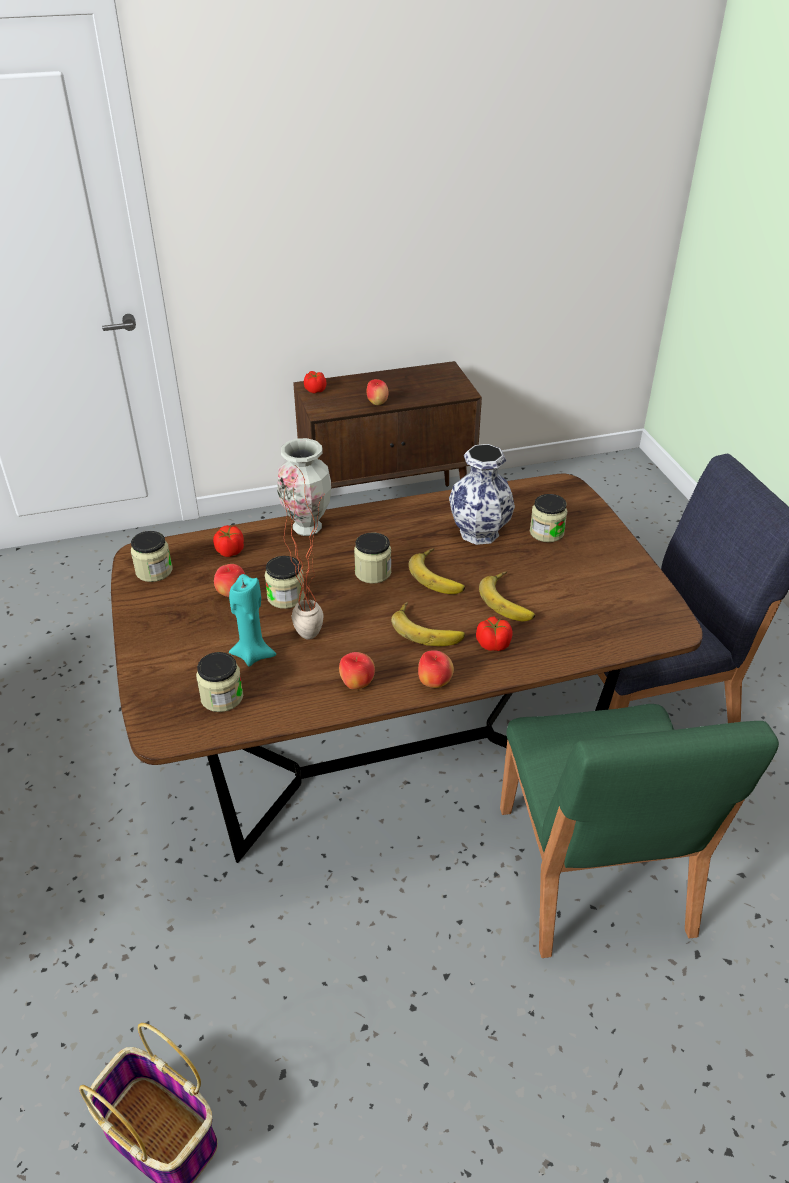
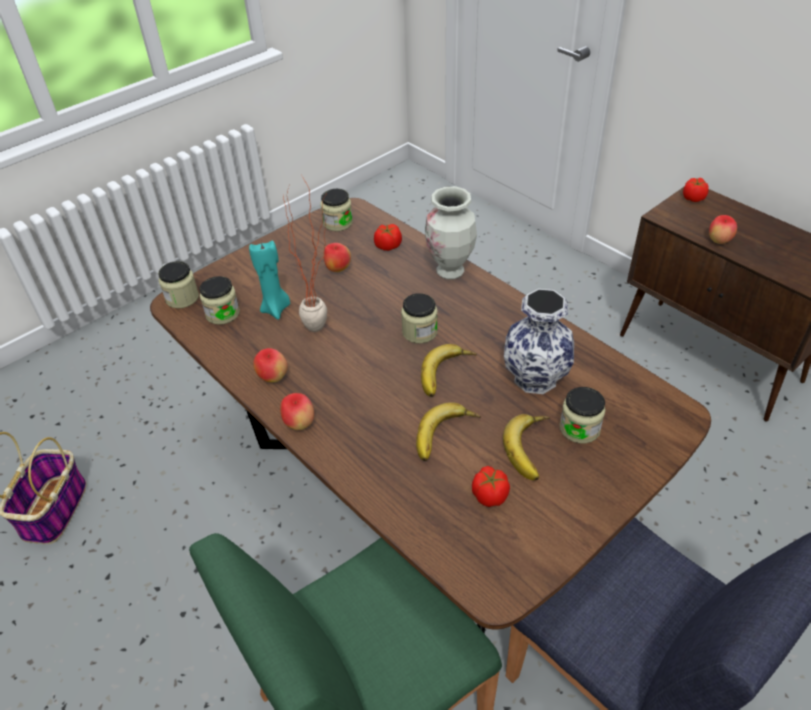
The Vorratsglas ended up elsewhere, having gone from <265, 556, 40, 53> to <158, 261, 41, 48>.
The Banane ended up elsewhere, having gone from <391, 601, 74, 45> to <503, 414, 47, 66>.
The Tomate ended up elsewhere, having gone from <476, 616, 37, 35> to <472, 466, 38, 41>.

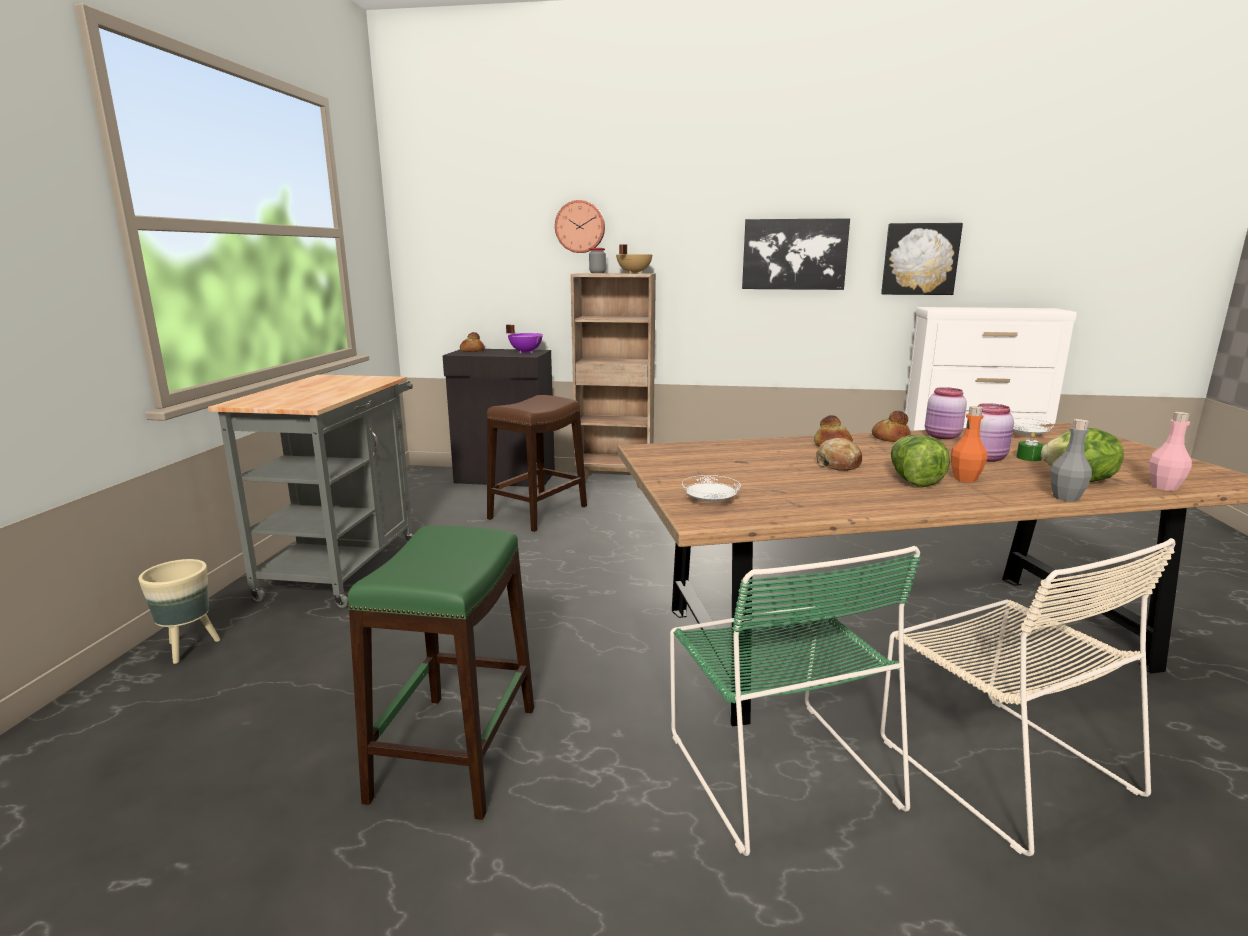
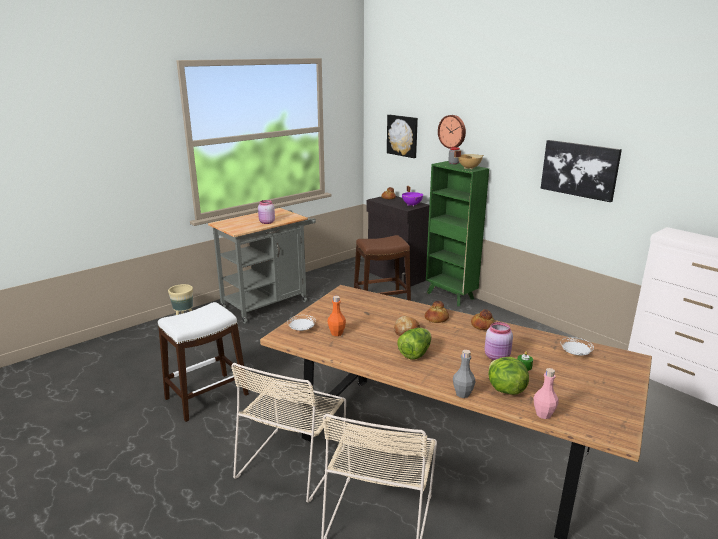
The Bild ended up elsewhere, having gone from <881, 223, 82, 72> to <387, 115, 31, 43>.
The Vorratsglas (rosa) ended up elsewhere, having gone from <925, 387, 42, 52> to <258, 200, 17, 24>.
The Flasche (orange) ended up elsewhere, having gone from <951, 406, 36, 76> to <327, 296, 19, 40>.
What was the Hocker (grün) at <348, 526, 186, 294> turned into the Hocker (weiß) at <158, 302, 91, 120>.
What was the Bücherregal (braun) at <570, 273, 86, 216> turned into the Bücherregal (grün) at <426, 161, 63, 145>.
What was the Stuhl (grün) at <670, 546, 251, 310> turned into the Stuhl (beige) at <231, 363, 115, 140>.

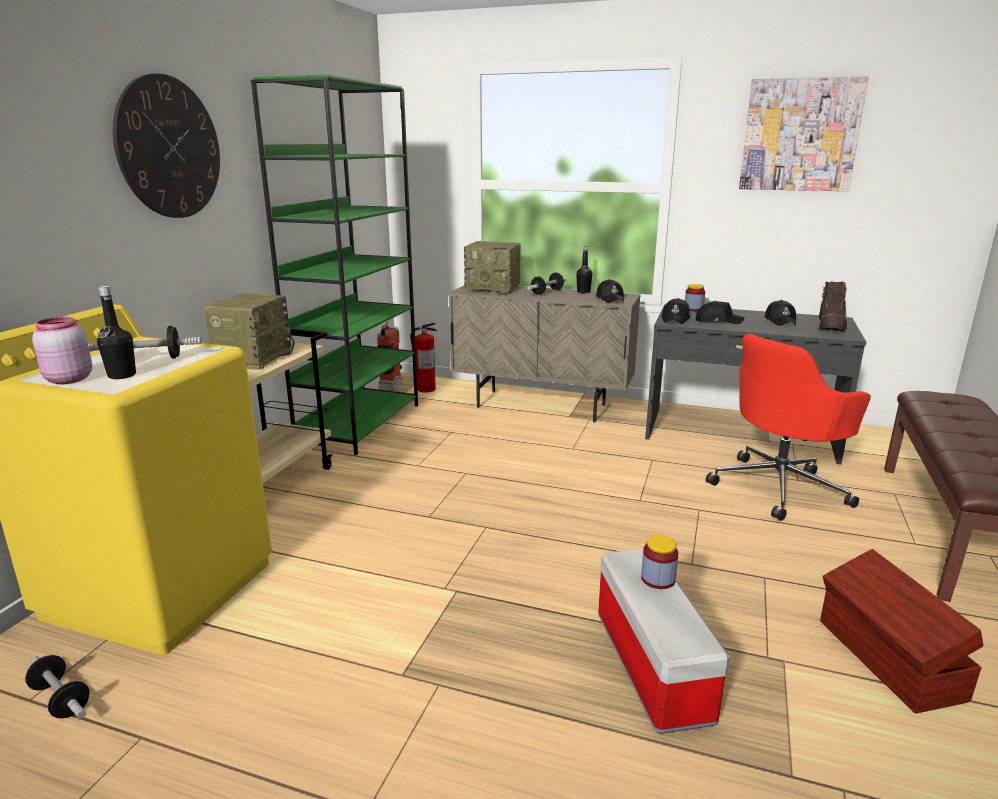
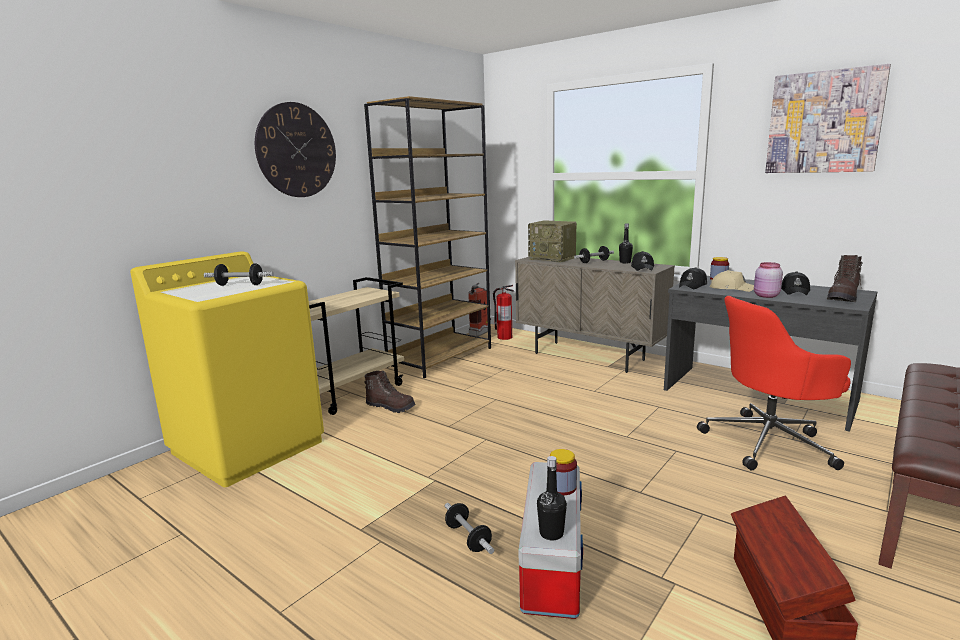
The second view lost the Radio at <204, 293, 90, 77>.
The second view gained the Stiefel (braun) at <365, 371, 50, 42>.
The Hantel ended up elsewhere, having gone from <25, 655, 64, 64> to <445, 503, 49, 51>.
The Vorratsglas (rosa) ended up elsewhere, having gone from <32, 317, 60, 67> to <754, 262, 29, 36>.
The Flasche (schwarz) ended up elsewhere, having gone from <97, 286, 39, 93> to <537, 456, 30, 84>.
What was the Bücherregal (grün) at <251, 75, 167, 380> turned into the Bücherregal (braun) at <364, 96, 127, 282>.
What was the Kappe (schwarz) at <696, 301, 49, 23> turned into the Kappe (beige) at <710, 270, 44, 22>.

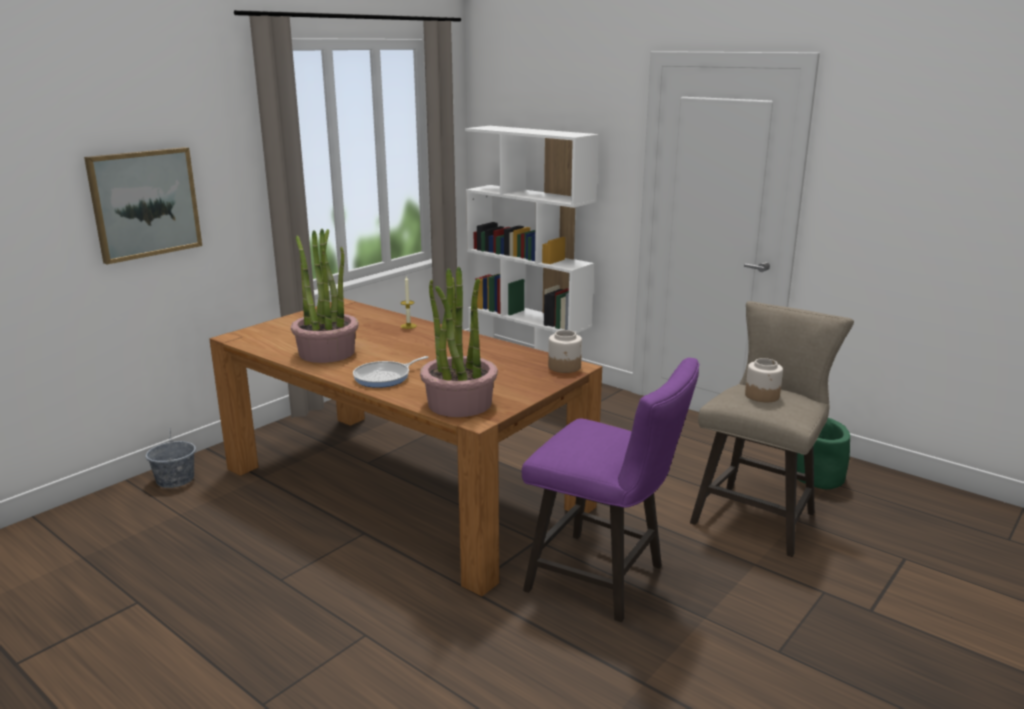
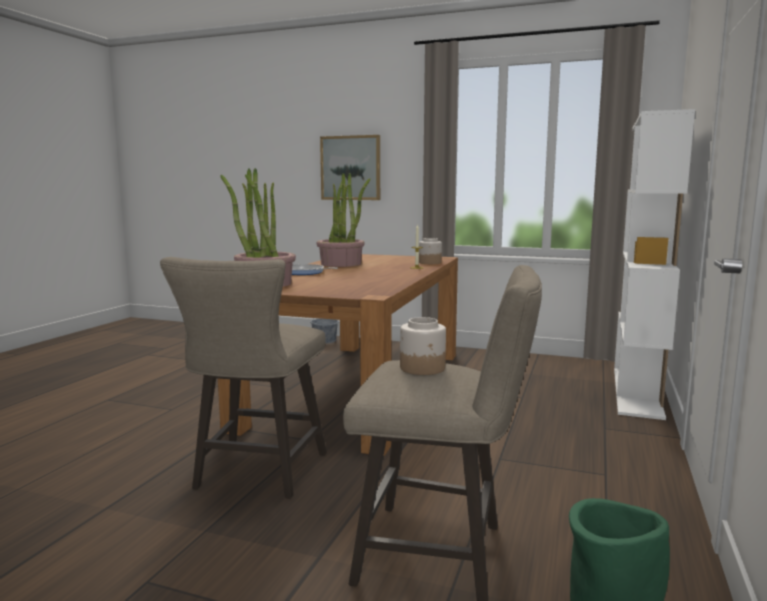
The Vorratsglas ended up elsewhere, having gone from <548, 330, 34, 43> to <419, 238, 23, 26>.
What was the Hocker (lila) at <522, 358, 177, 264> turned into the Hocker (beige) at <160, 257, 167, 242>.

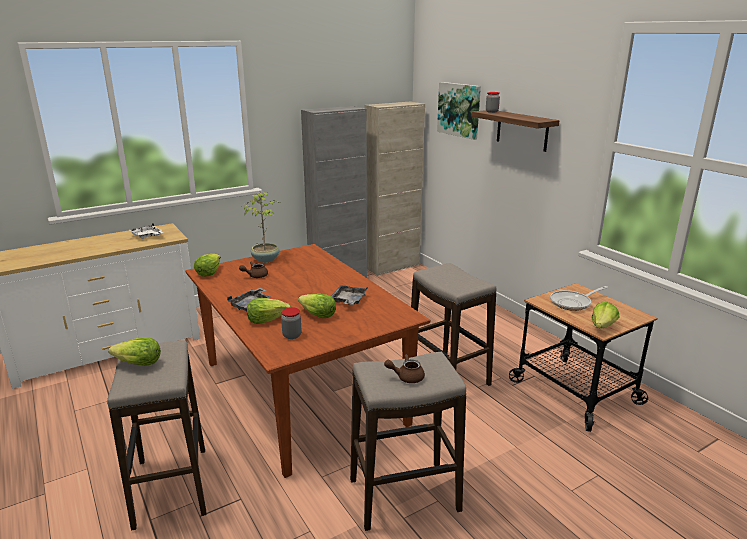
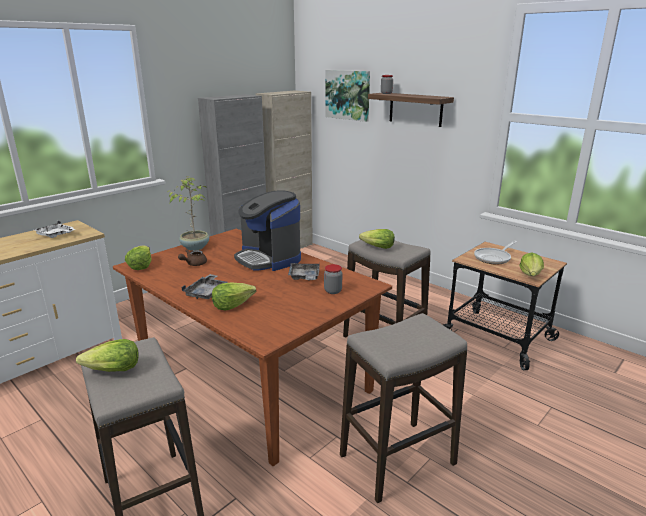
The second view lost the Teekanne (braun) at <384, 354, 41, 29>.
The second view gained the Kaffeemaschine at <234, 190, 67, 81>.
The Vorratsglas ended up elsewhere, having gone from <281, 307, 21, 32> to <324, 264, 18, 30>.
The Salatkopf ended up elsewhere, having gone from <298, 294, 38, 24> to <359, 229, 36, 20>.

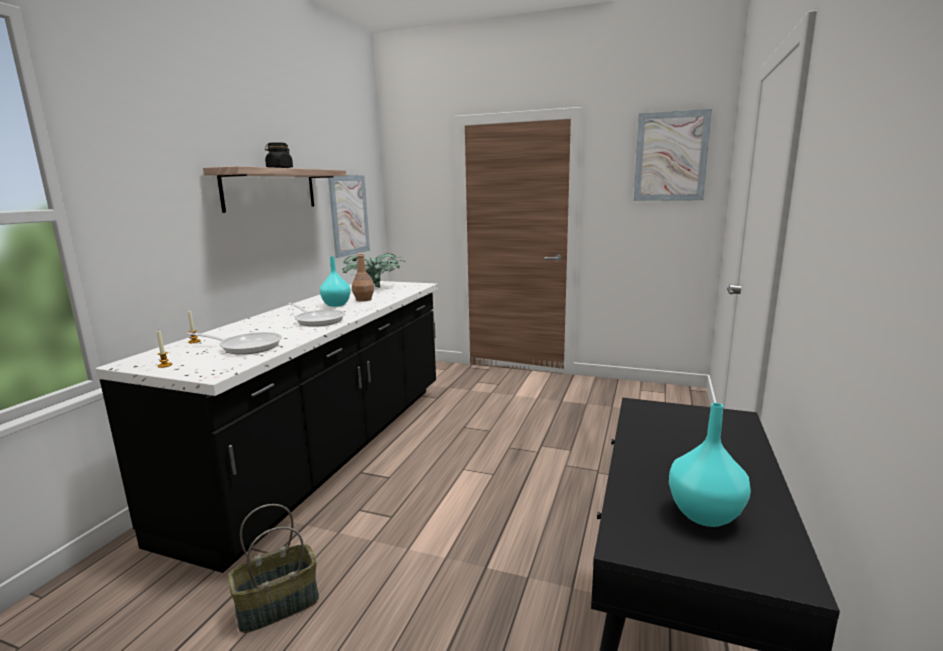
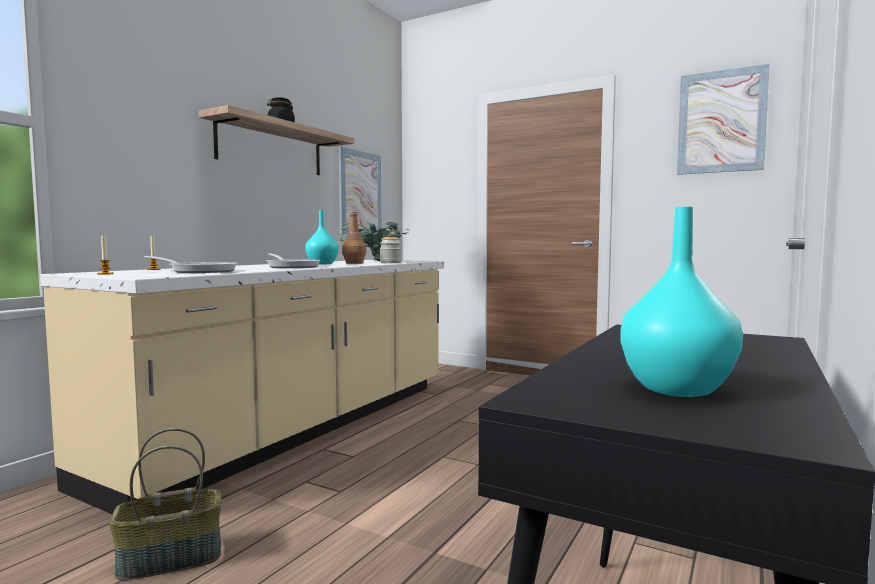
The second view gained the Vorratsglas at <380, 233, 22, 30>.
What was the Küchenzeile (schwarz) at <95, 281, 343, 292> turned into the Küchenzeile (beige) at <40, 260, 404, 255>.

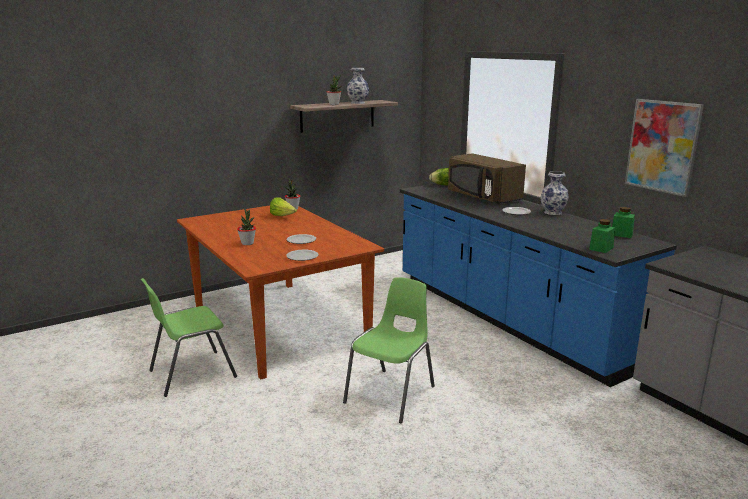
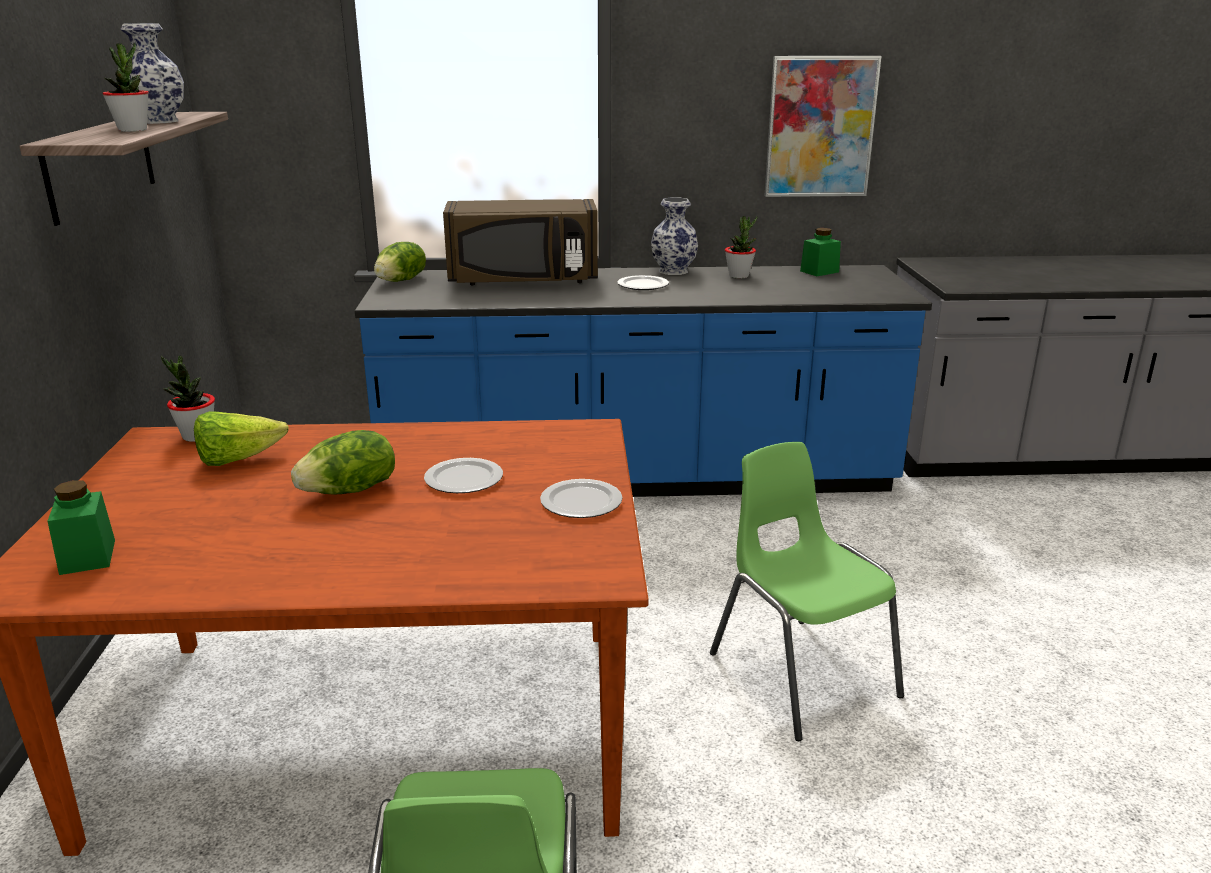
The second view gained the Salatkopf at <291, 430, 104, 65>.
The Topfpflanze ended up elsewhere, having gone from <237, 209, 19, 36> to <725, 216, 32, 62>.
The Vorratsglas (grün) ended up elsewhere, having gone from <589, 219, 26, 34> to <48, 480, 67, 95>.

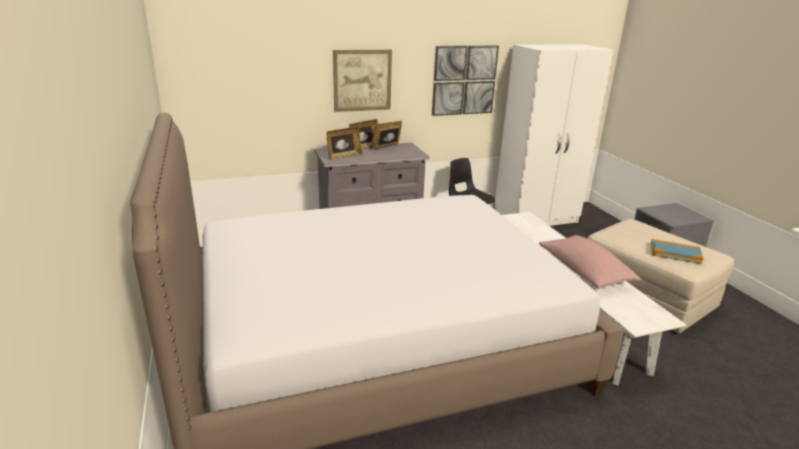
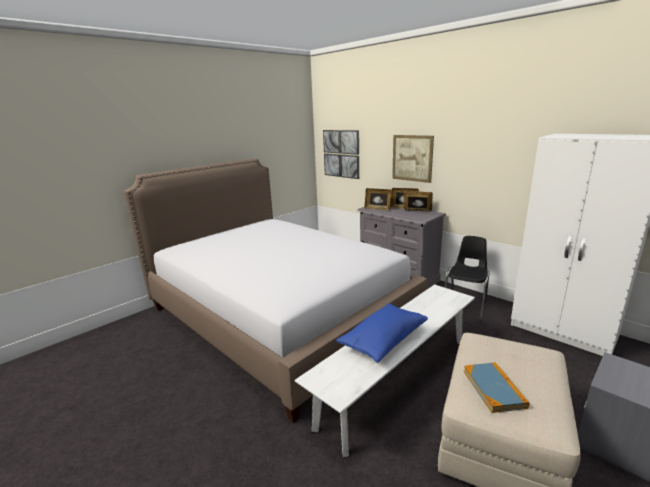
The Bild ended up elsewhere, having gone from <432, 46, 67, 70> to <323, 130, 36, 49>.
What was the Kissen (rosa) at <539, 235, 102, 53> turned into the Kissen (blau) at <336, 303, 92, 60>.

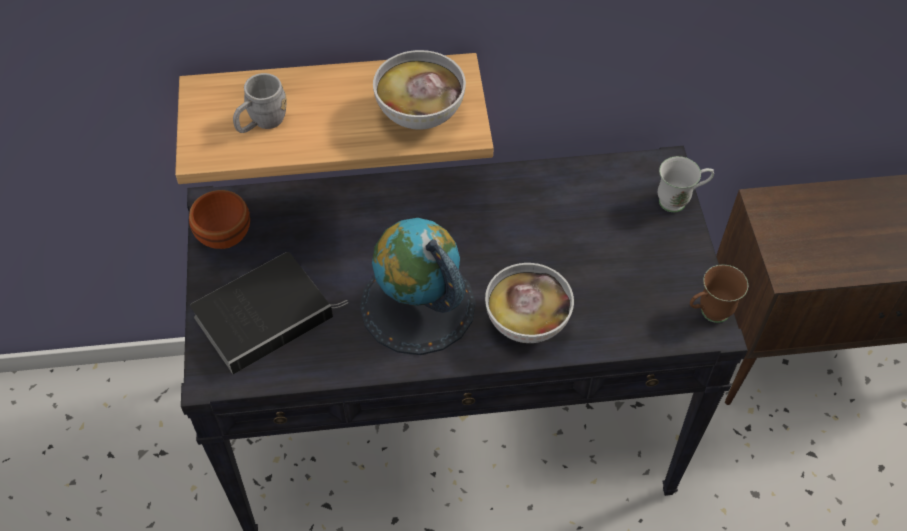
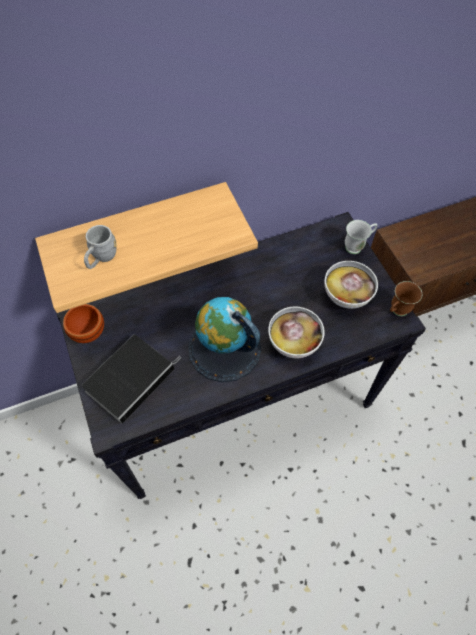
The Schüssel ended up elsewhere, having gone from <373, 50, 93, 80> to <325, 261, 53, 48>.

